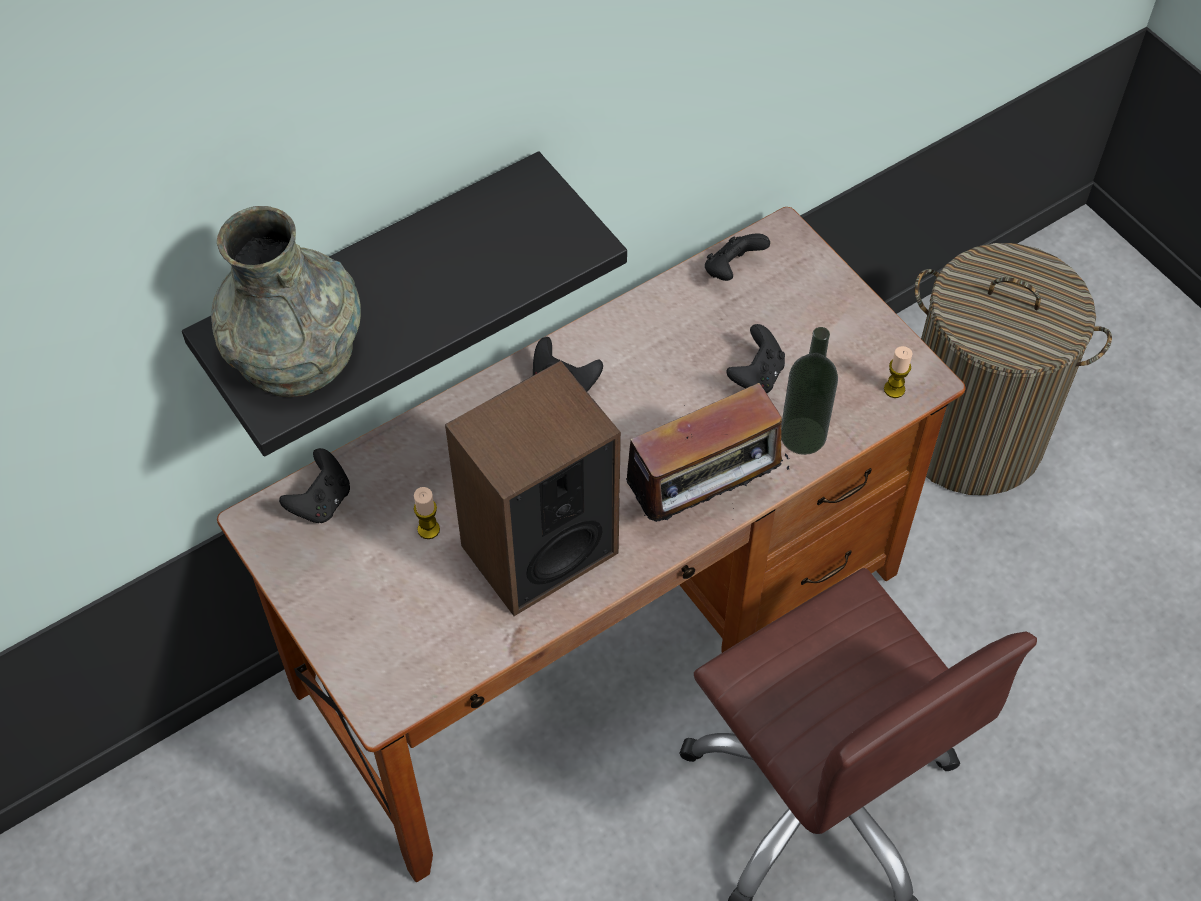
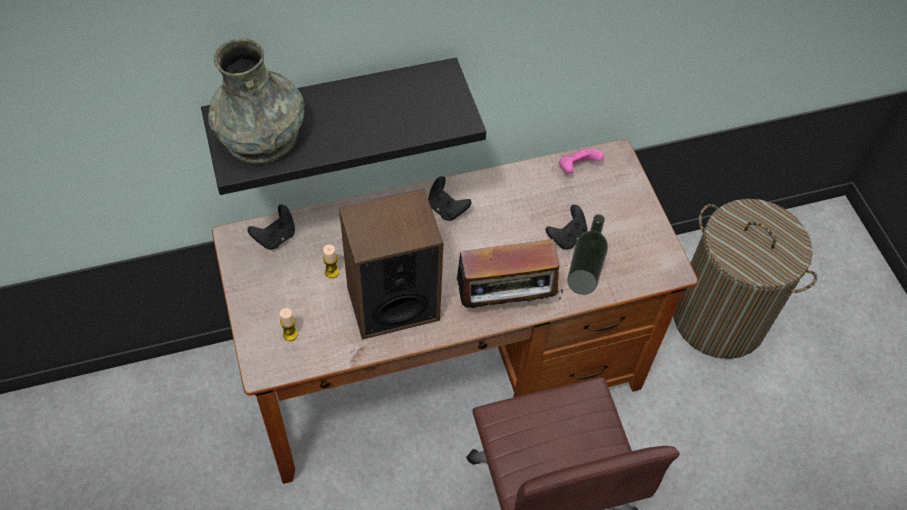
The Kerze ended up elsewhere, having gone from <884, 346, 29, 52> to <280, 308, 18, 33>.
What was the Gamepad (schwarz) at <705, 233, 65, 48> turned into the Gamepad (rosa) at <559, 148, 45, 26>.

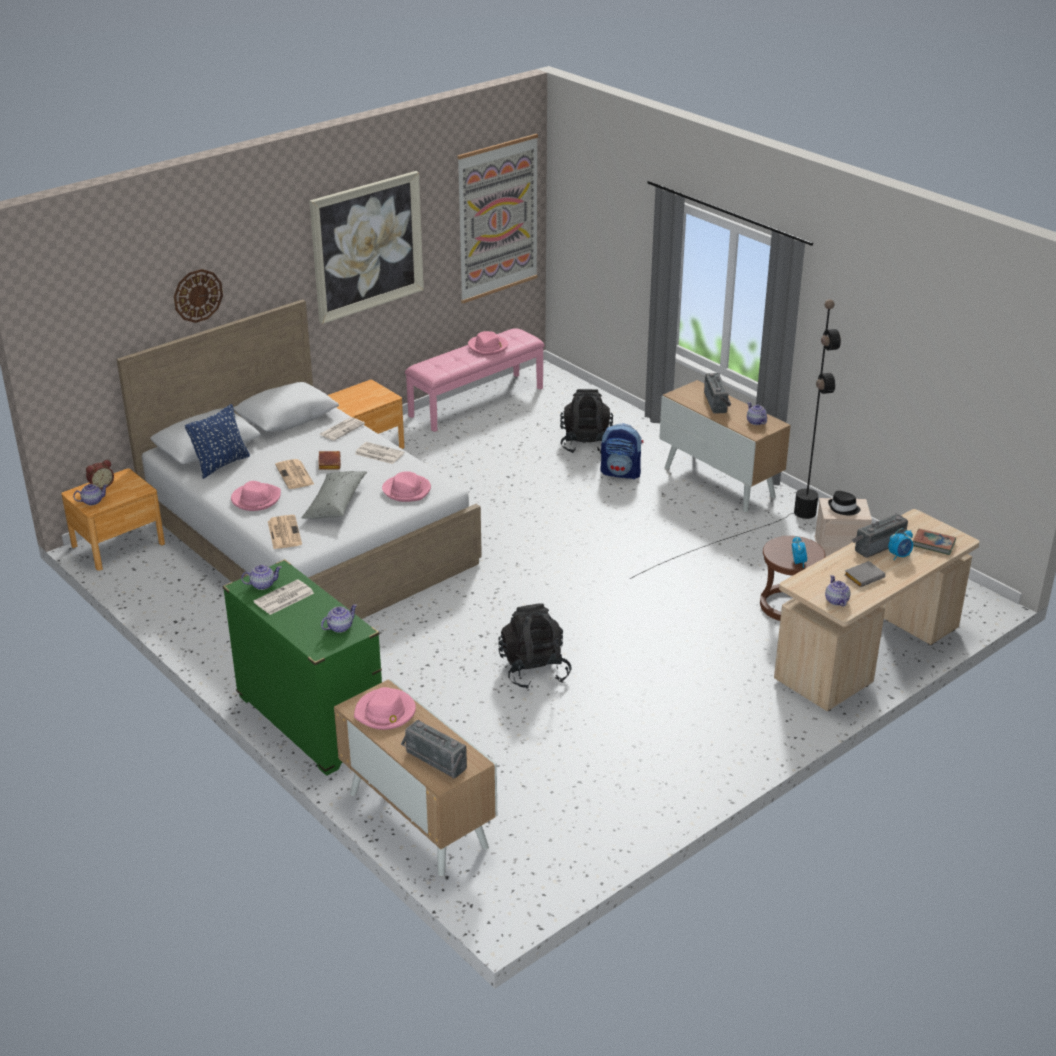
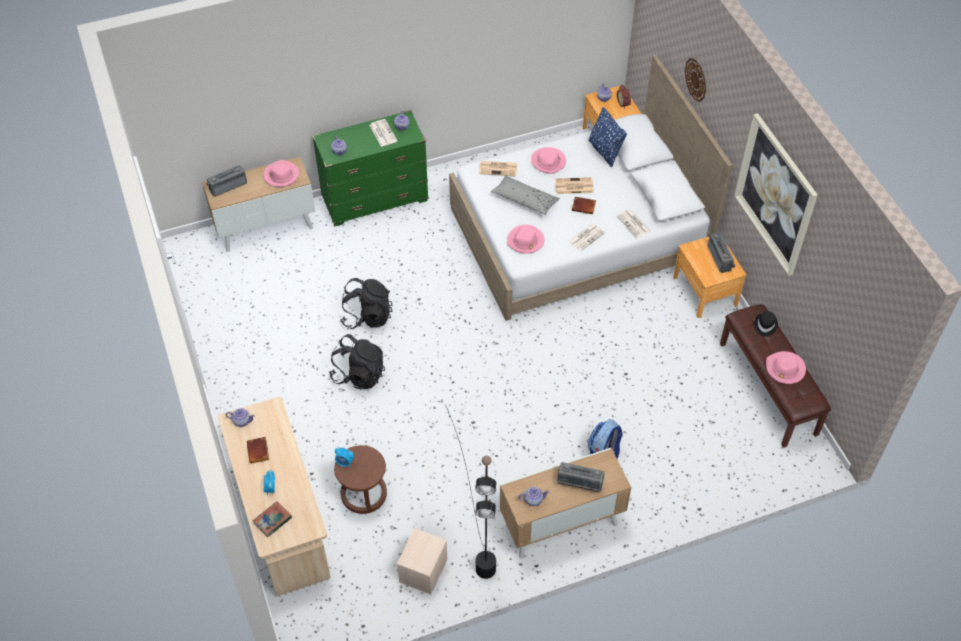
The second view lost the Bild at <457, 134, 81, 169>.
The Rucksack (schwarz) ended up elsewhere, having gone from <560, 389, 53, 64> to <329, 334, 56, 55>.
The Hut (schwarz) ended up elsewhere, having gone from <828, 491, 33, 24> to <754, 311, 24, 26>.
The Radio ended up elsewhere, having gone from <852, 514, 56, 44> to <708, 232, 27, 41>.
What was the Bank (rosa) at <405, 328, 140, 104> turned into the Bank (braun) at <720, 304, 111, 144>.
What was the Buch (grau) at <844, 561, 41, 26> turned into the Buch (braun) at <247, 437, 22, 27>.

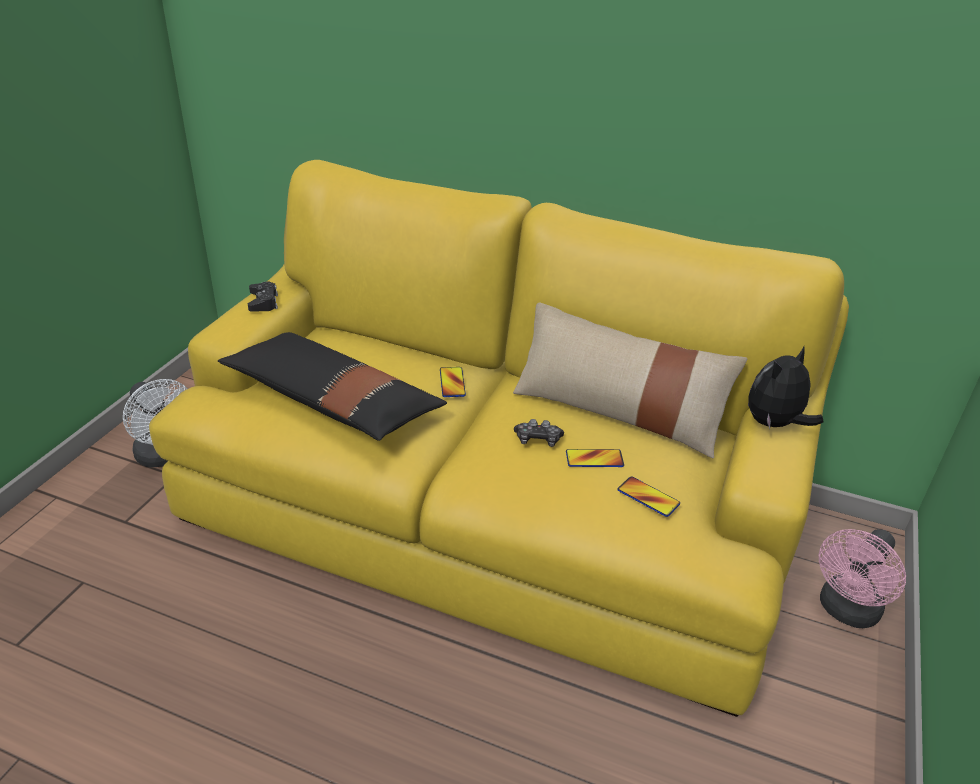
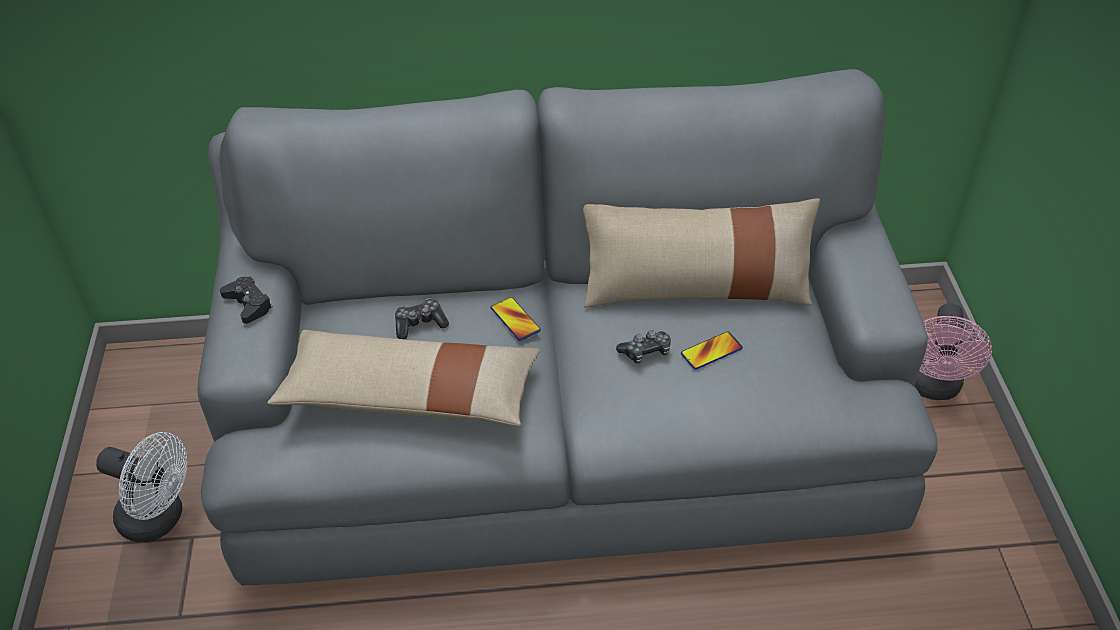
The second view lost the Handy at <617, 476, 63, 41>.
The second view lost the Plüschtier at <748, 347, 75, 82>.
The second view gained the Gamepad at <395, 298, 54, 41>.
What was the Sofa (gelb) at <149, 160, 700, 557> turned into the Sofa (grau) at <198, 69, 740, 516>.
What was the Kissen (schwarz) at <218, 332, 229, 109> turned into the Kissen (beige) at <267, 330, 273, 96>.

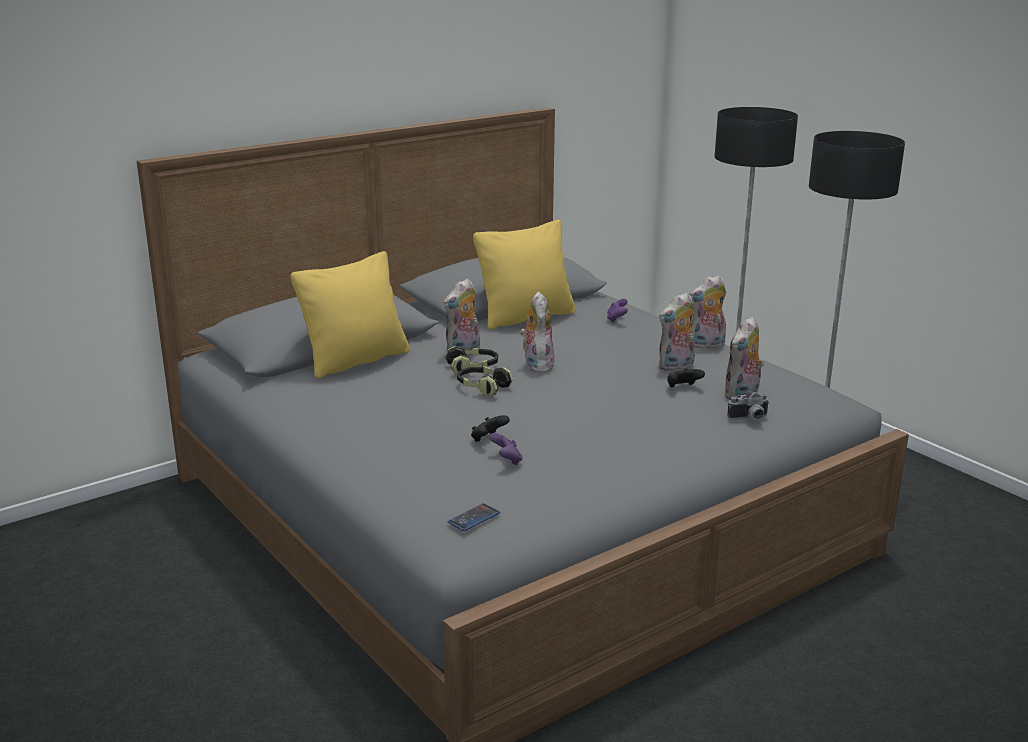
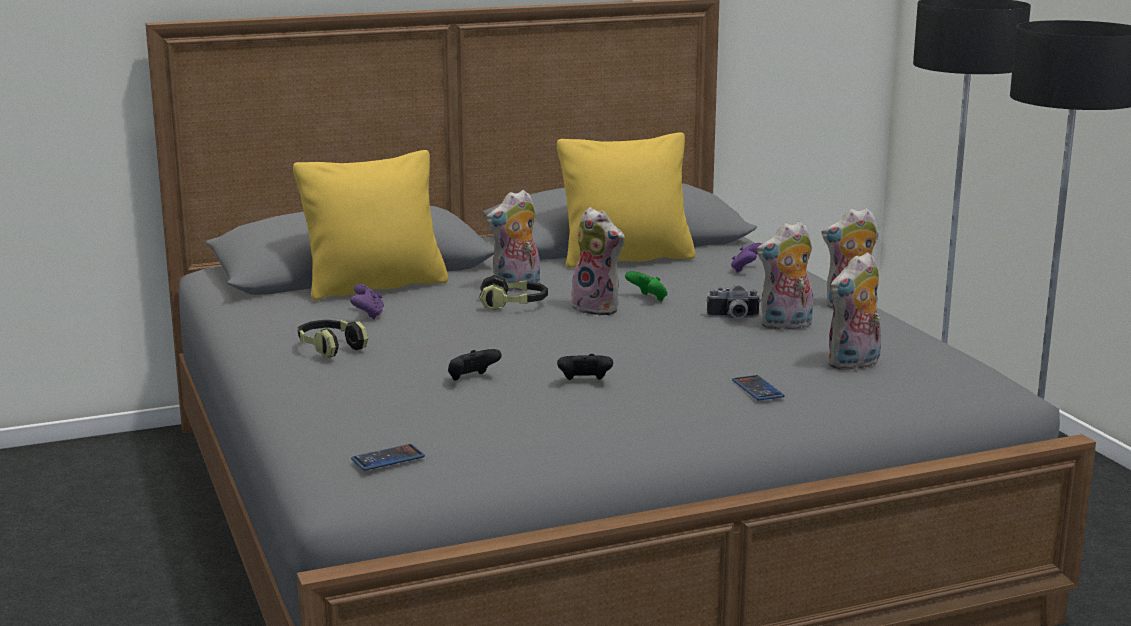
The second view gained the Gamepad (grün) at <625, 271, 43, 30>.
The second view gained the Handy at <732, 375, 53, 26>.
The Kopfhörer ended up elsewhere, having gone from <457, 366, 56, 30> to <298, 320, 70, 38>.
The Gamepad (lila) ended up elsewhere, having gone from <489, 433, 34, 32> to <350, 284, 34, 35>.
The Gamepad (schwarz) ended up elsewhere, having gone from <667, 368, 38, 19> to <557, 354, 56, 26>.
The Kamera ended up elsewhere, having gone from <727, 391, 43, 29> to <706, 285, 55, 33>.
The Plüschtier at <520, 291, 35, 81> ended up facing another way, 120 degrees clockwise from before.

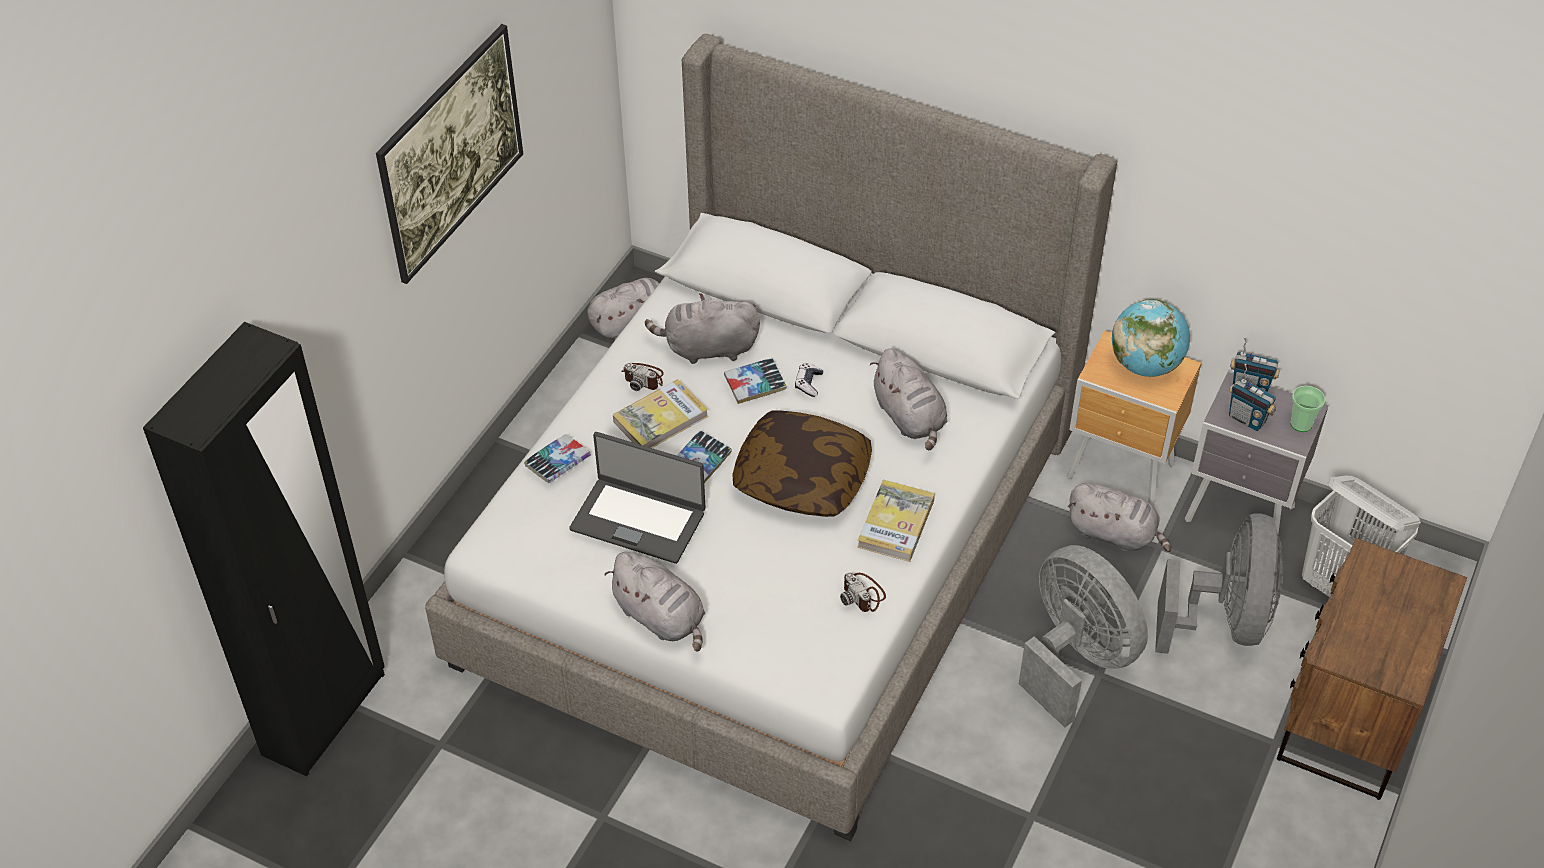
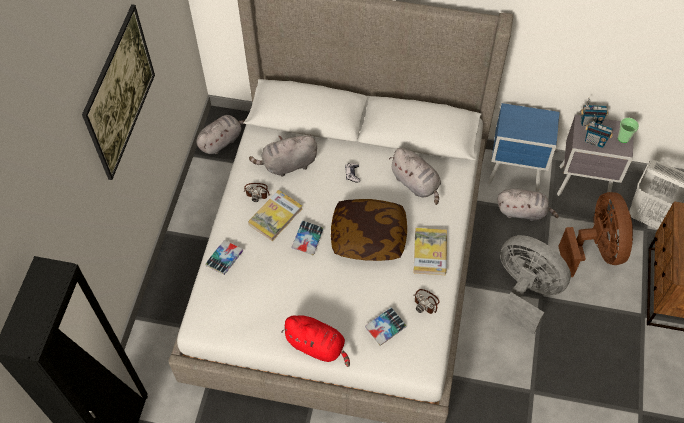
The second view lost the Laptop at <569, 432, 136, 132>.
The second view lost the Globus at <1112, 299, 78, 78>.
The Buch ended up elsewhere, having gone from <724, 358, 63, 46> to <365, 307, 42, 39>.
What was the Plüschtier (grau) at <605, 552, 100, 100> turned into the Plüschtier (rot) at <281, 315, 69, 52>.
What was the Nachttisch (braun) at <1066, 330, 135, 177> turned into the Nachttisch (blau) at <488, 103, 72, 89>.
What was the Ventilator (grau) at <1155, 513, 128, 141> turned into the Ventilator (braun) at <558, 192, 75, 85>.

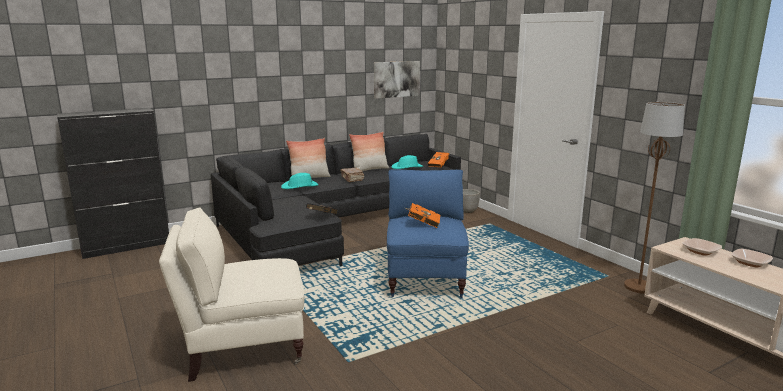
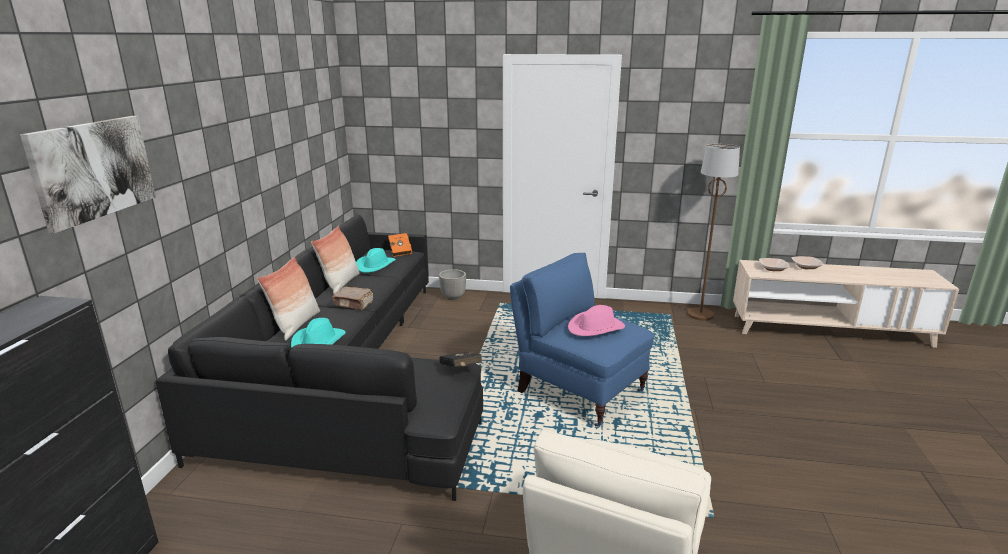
The Bild ended up elsewhere, having gone from <374, 61, 46, 38> to <20, 116, 136, 117>.
Where the Buch (orange) stood at <405, 203, 35, 25>, the Hut (rosa) came to stand at <568, 305, 57, 31>.

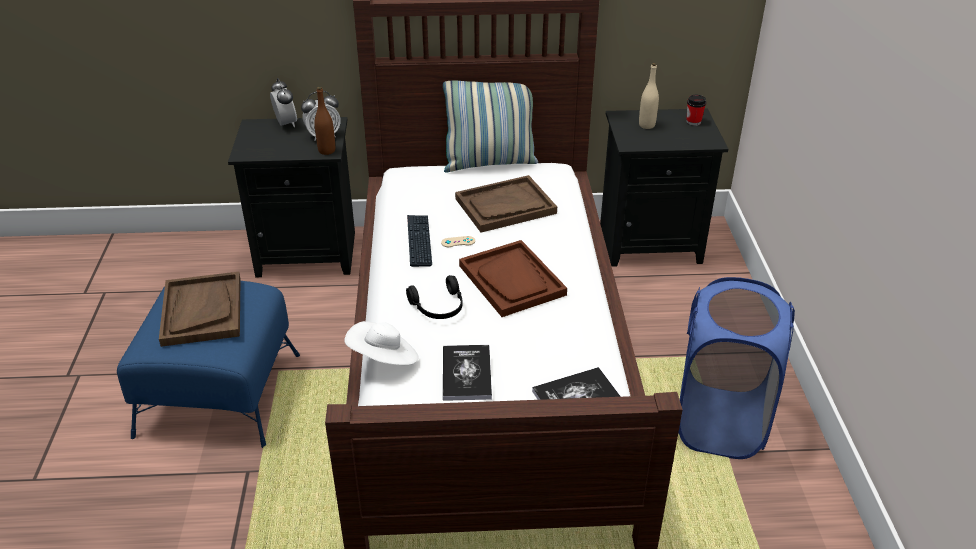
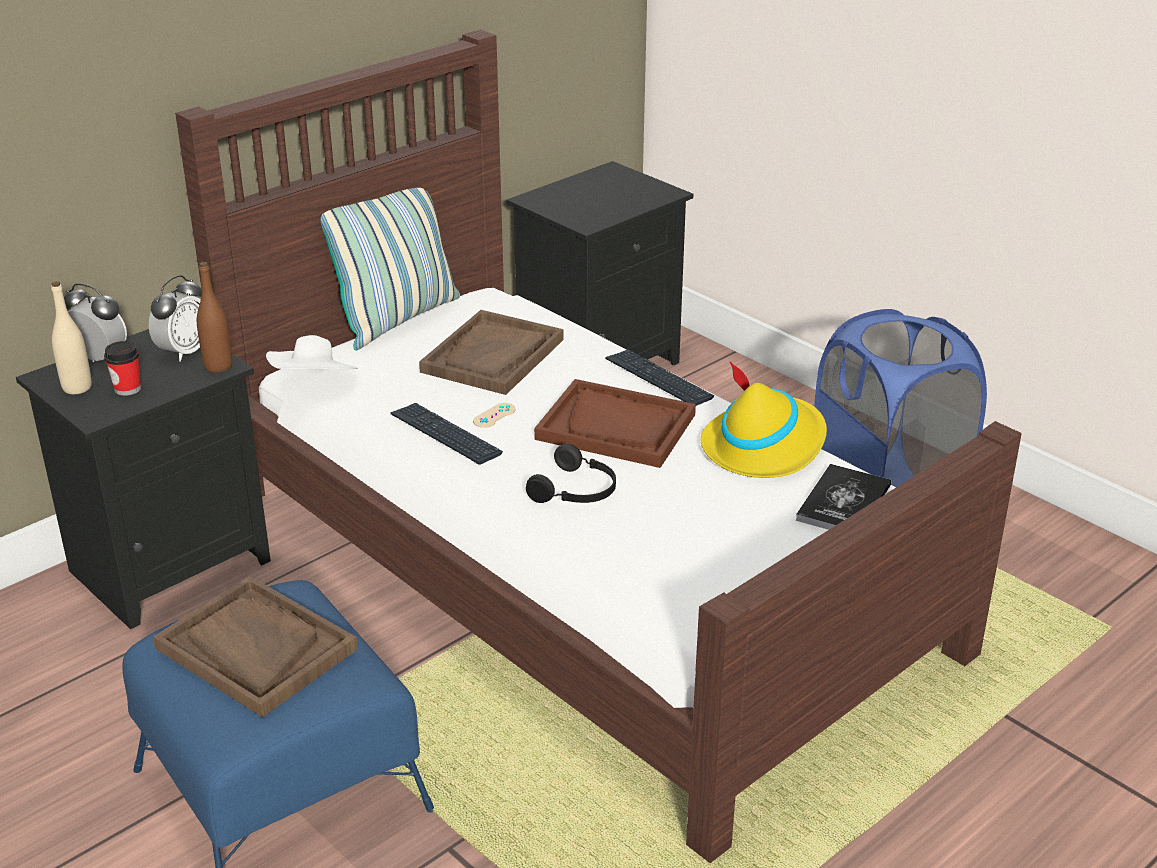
The second view lost the Buch at <443, 345, 49, 56>.
The second view gained the Tastatur at <605, 350, 109, 56>.
The second view gained the Hut (gelb) at <701, 361, 126, 117>.
The Hut (weiß) ended up elsewhere, having gone from <344, 321, 75, 44> to <266, 335, 91, 34>.
The Flasche (beige) ended up elsewhere, having gone from <639, 63, 20, 66> to <51, 281, 41, 113>.
The Tasse ended up elsewhere, having gone from <687, 95, 19, 31> to <104, 341, 37, 55>.

